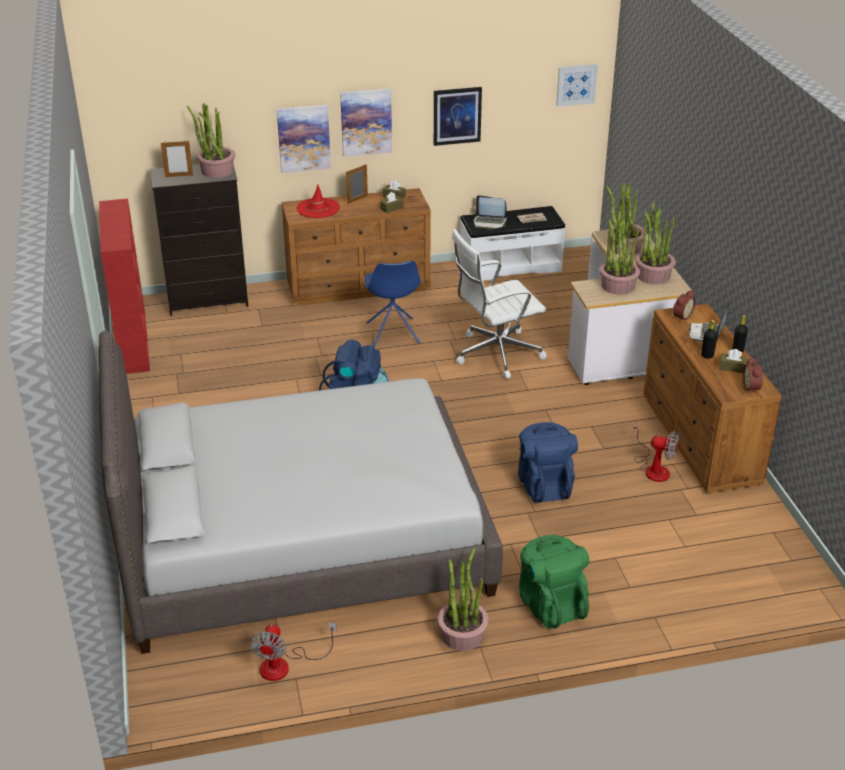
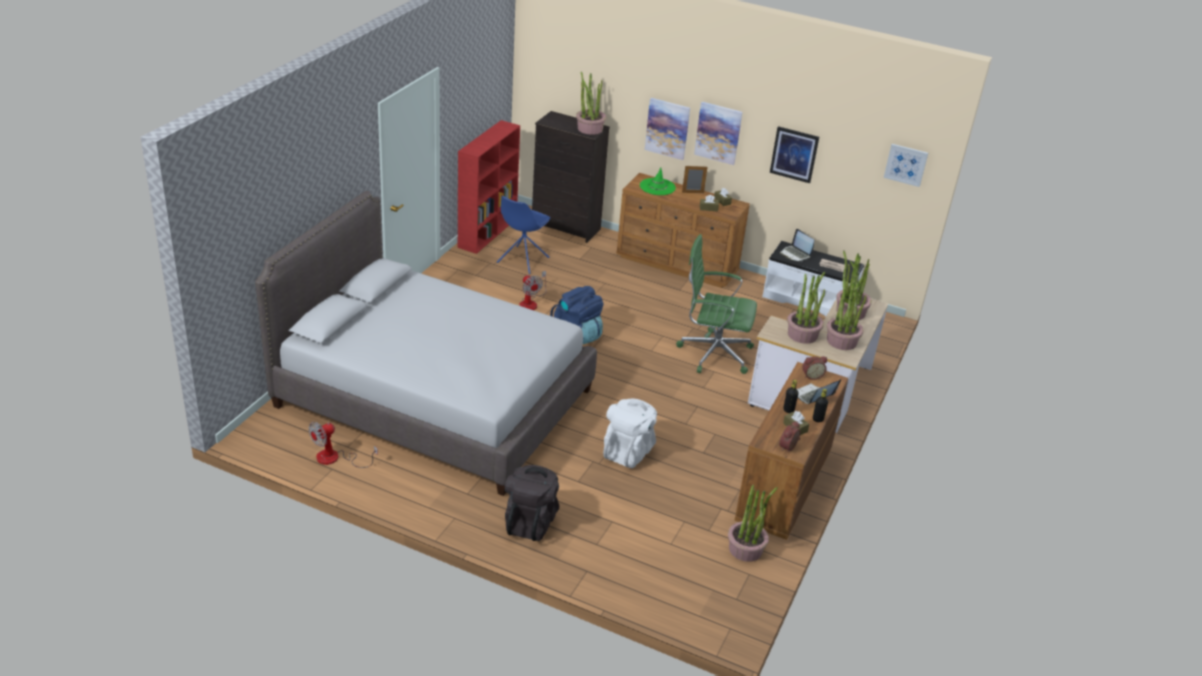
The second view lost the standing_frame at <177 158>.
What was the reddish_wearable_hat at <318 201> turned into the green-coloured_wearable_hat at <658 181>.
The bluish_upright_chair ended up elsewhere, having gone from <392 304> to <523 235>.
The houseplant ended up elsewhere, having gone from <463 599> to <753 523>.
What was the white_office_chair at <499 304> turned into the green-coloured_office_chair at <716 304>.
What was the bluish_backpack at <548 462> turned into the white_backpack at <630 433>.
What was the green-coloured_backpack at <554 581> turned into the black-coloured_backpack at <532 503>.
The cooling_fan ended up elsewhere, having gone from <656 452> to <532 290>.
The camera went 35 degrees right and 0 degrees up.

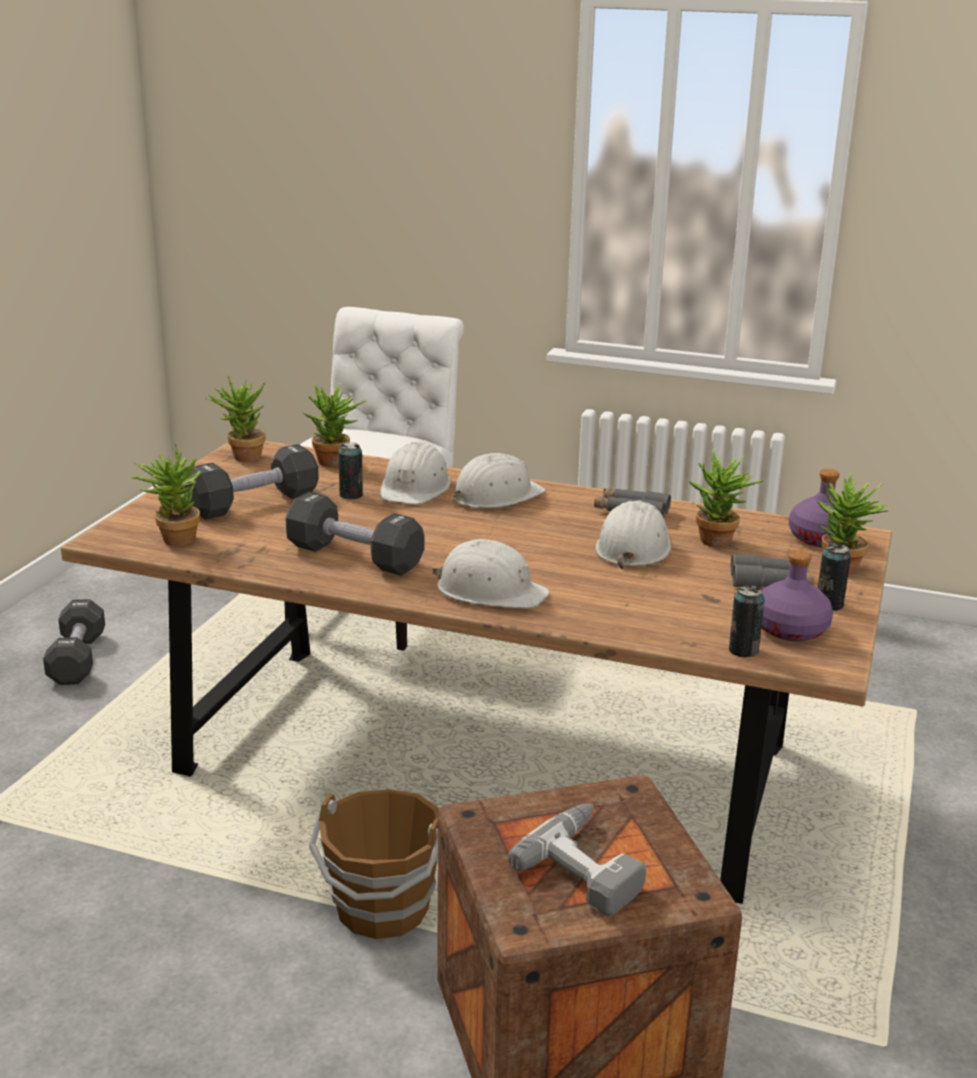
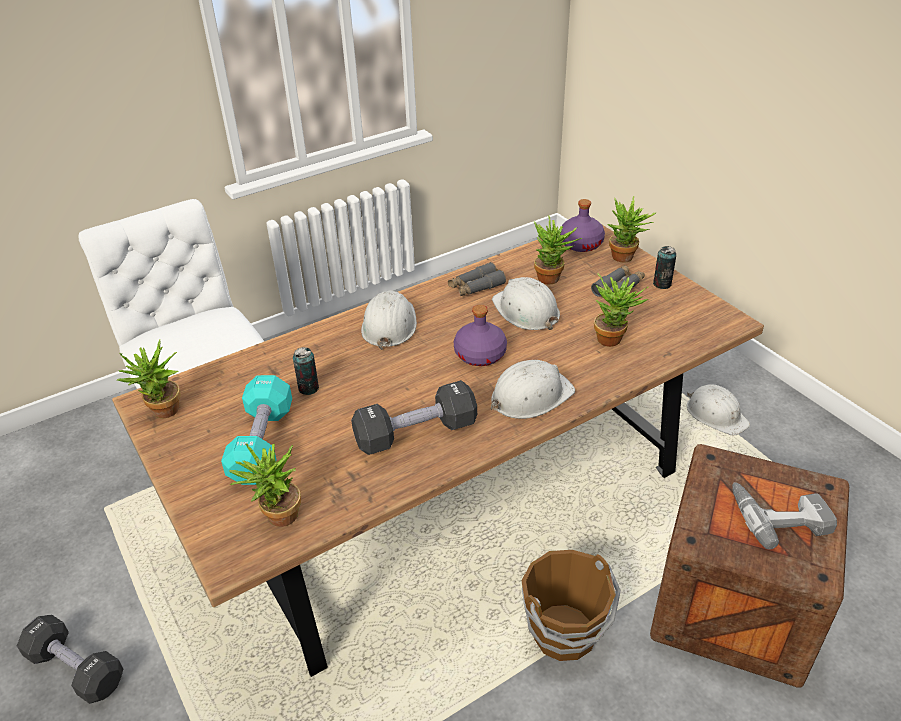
What was the black-coloured_hand_weight at <251 482> turned into the blue-green_hand_weight at <256 430>.
The houseplant ended up elsewhere, having gone from <335 425> to <621 310>.
The white_work_helmet ended up elsewhere, having gone from <415 473> to <718 409>.
The second view lost the metal_can at <747 621>.
The purplish_beverage_bottle ended up elsewhere, having gone from <797 595> to <480 335>.
The camera went 50 degrees left and 15 degrees up.

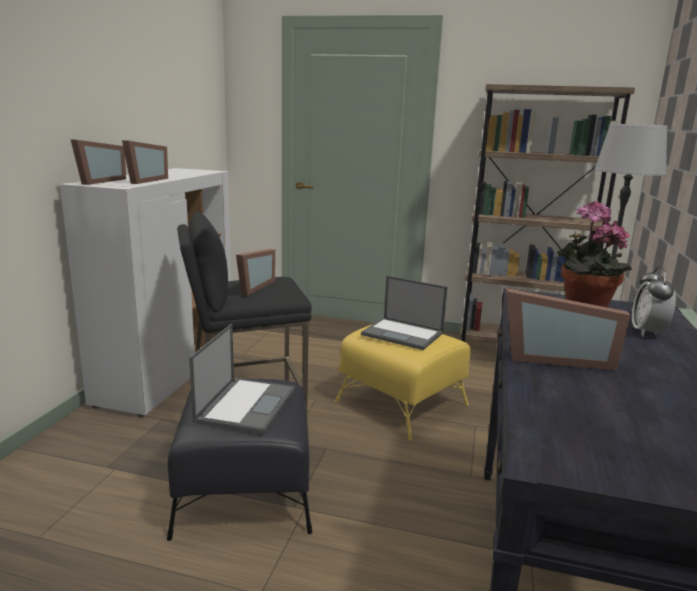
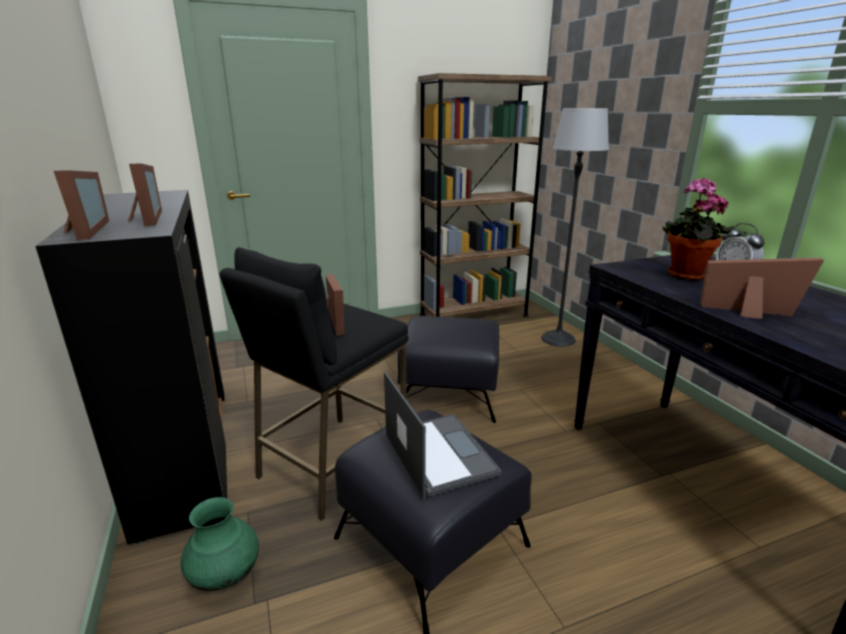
What was the white_storage_cabinet at <145 292> turned into the black-coloured_storage_cabinet at <131 367>.
What was the yellow-coloured_pouffe at <403 382> turned into the black-coloured_pouffe at <448 369>.
The second view lost the portable_computer at <404 313>.
The standing_frame at <568 329> ended up facing another way, 135 degrees counterclockwise from before.
The second view gained the green-coloured_flower_vase at <220 544>.
The camera went 35 degrees left and 5 degrees up.

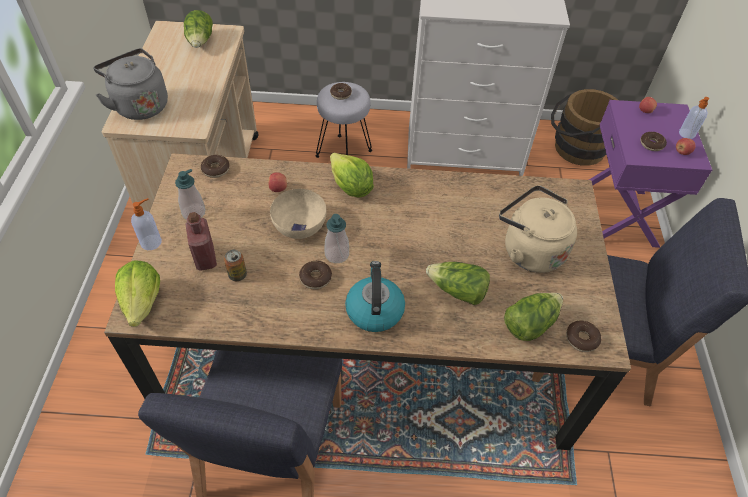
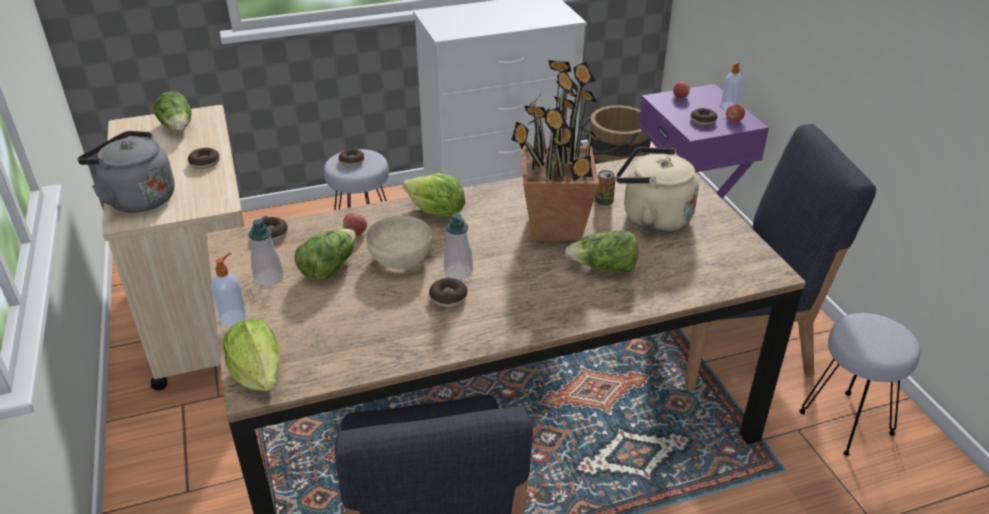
The second view lost the reddish_beverage_bottle at <201 241>.
The metal_can ended up elsewhere, having gone from <235 265> to <605 188>.
The second view lost the kettle at <375 296>.
The head_of_lettuce ended up elsewhere, having gone from <533 317> to <325 255>.
The ring_doughnut ended up elsewhere, having gone from <583 336> to <204 158>.
The second view gained the houseplant at <556 150>.
The second view gained the grey_stool at <859 384>.
The camera went 20 degrees left and 15 degrees down.

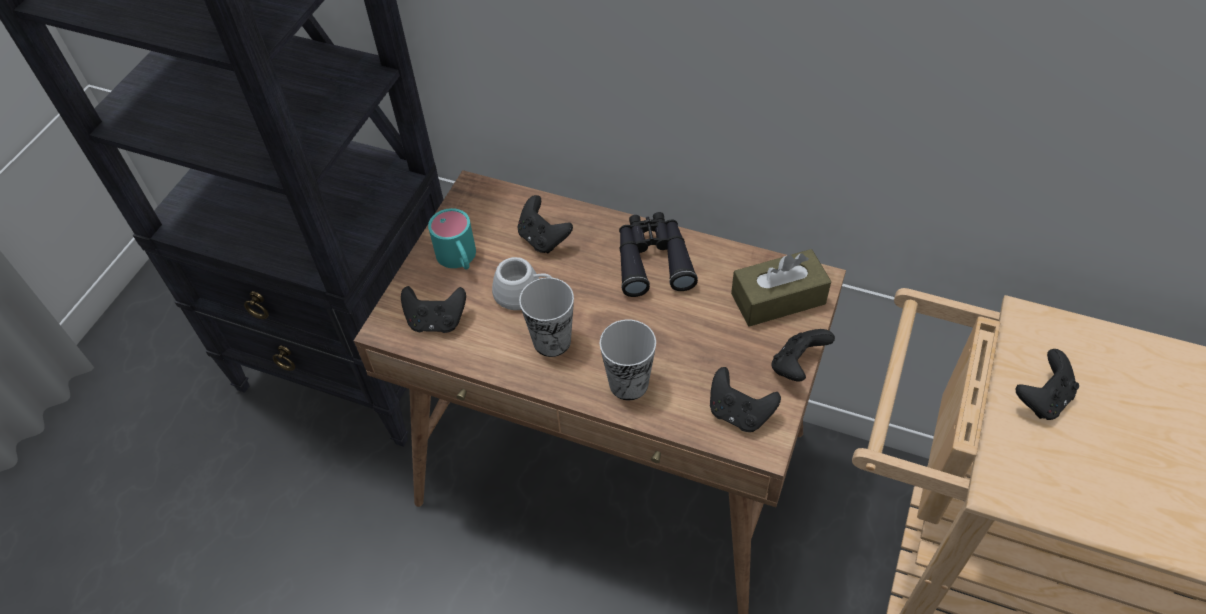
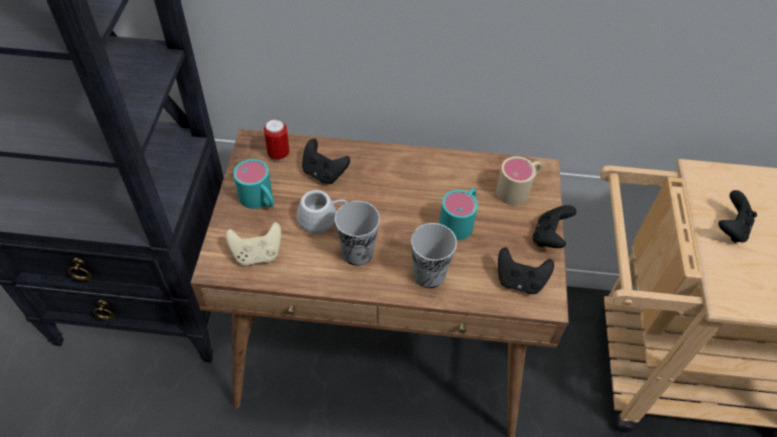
What was the black-coloured_gamepad at <433 309> turned into the sand-coloured_gamepad at <253 244>.
The second view lost the black-coloured_pair_of_binoculars at <658 254>.
Where the brown_box_of_tissues stood at <781 288>, the sand-coloured_coffee_mug came to stand at <519 181>.
The second view gained the metal_can at <276 140>.
The second view gained the blue-green_coffee_mug at <458 214>.
The camera went 20 degrees left and 0 degrees up.

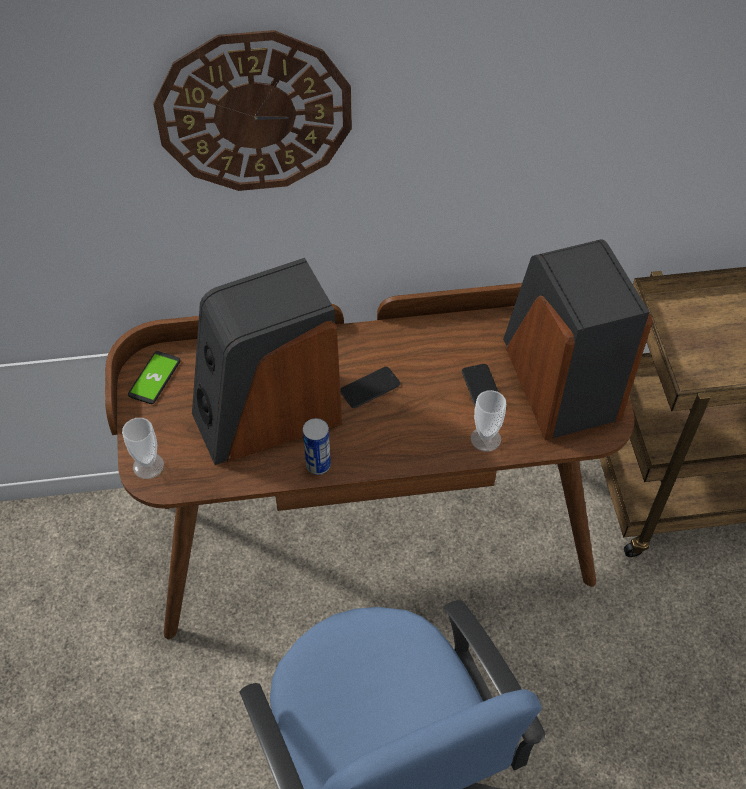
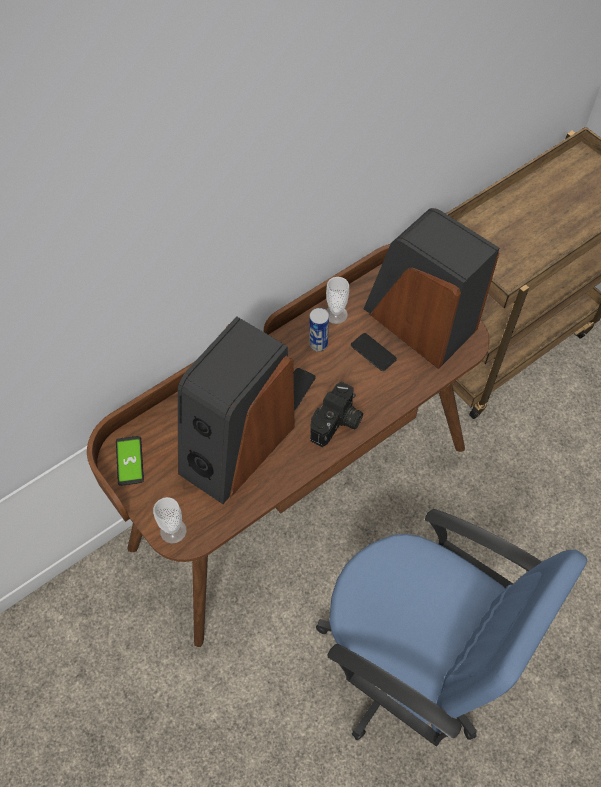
The second view lost the hanging_clock at <252 110>.
The metal_can ended up elsewhere, having gone from <317 446> to <319 330>.
The drinking_cup ended up elsewhere, having gone from <488 421> to <337 300>.
The second view gained the photo_camera at <336 414>.
The camera went 30 degrees left and 5 degrees up.

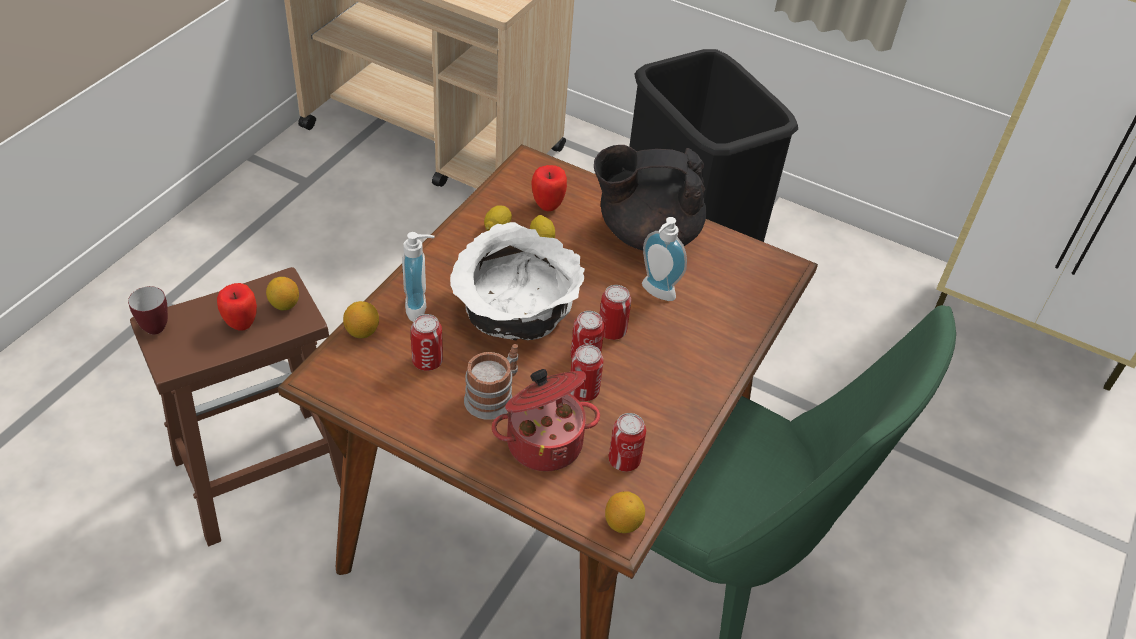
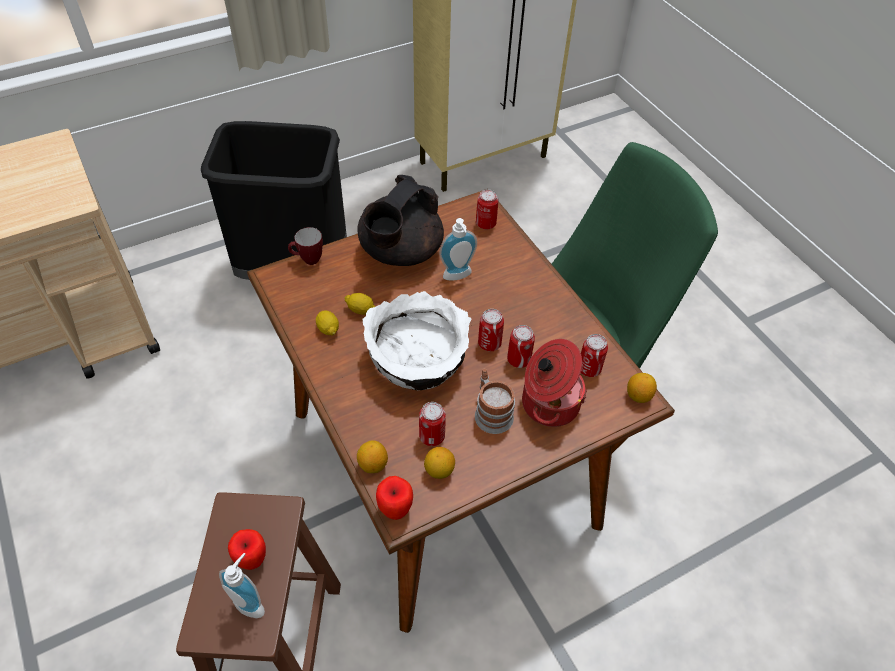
The coffee_mug ended up elsewhere, having gone from <148 310> to <305 246>.
The whole_lemon ended up elsewhere, having gone from <282 293> to <439 463>.
The liquid_soap_bottle ended up elsewhere, having gone from <418 277> to <242 585>.
The whole_apple ended up elsewhere, having gone from <549 188> to <394 498>.
The metal_can ended up elsewhere, having gone from <615 312> to <487 209>.
The camera went 55 degrees left and 5 degrees up.

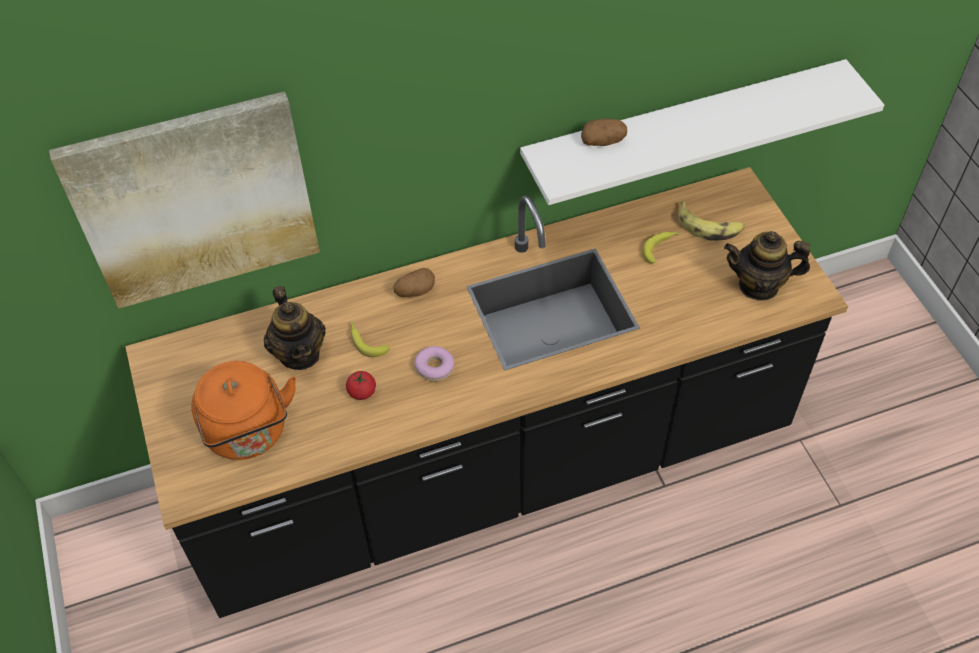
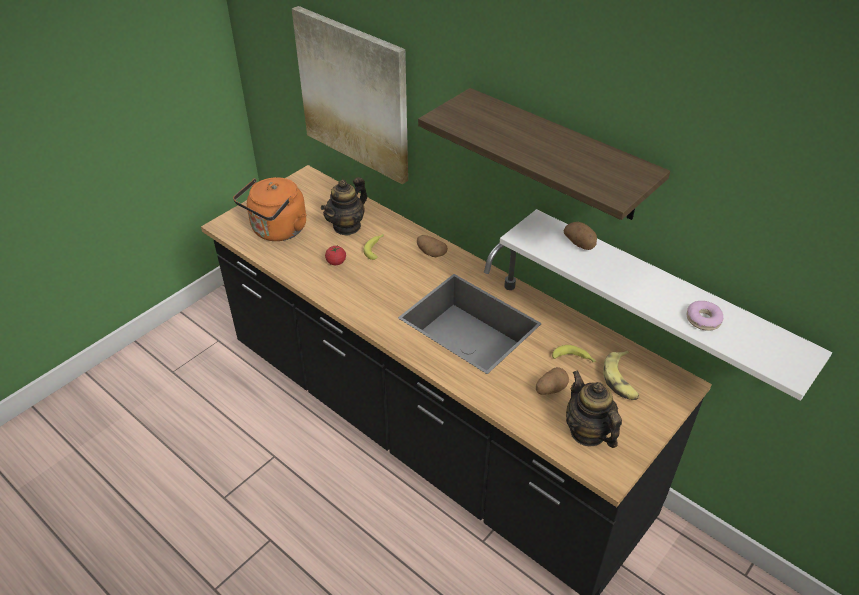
The ring_doughnut ended up elsewhere, having gone from <434 363> to <704 316>.
The second view gained the shelf at <544 154>.
The second view gained the whole_potato at <552 381>.
The camera went 60 degrees right and 10 degrees down.

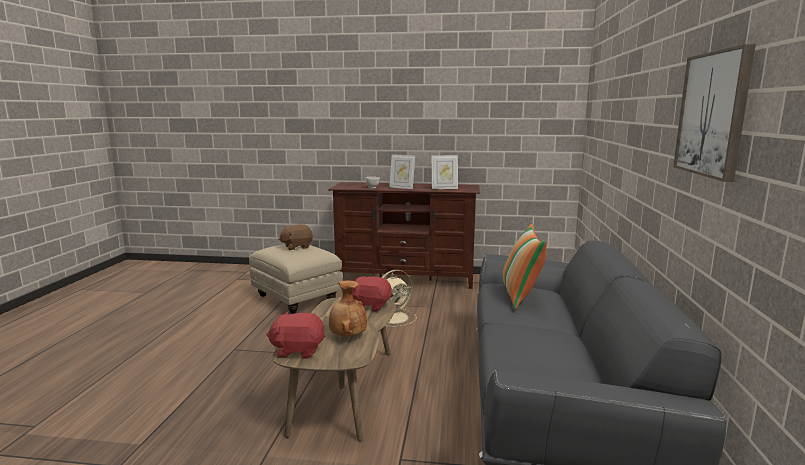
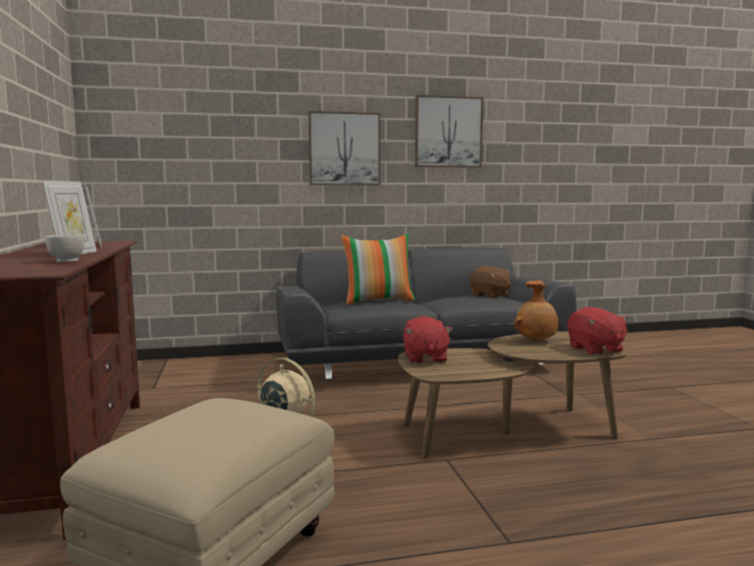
The brown_cuddly_toy ended up elsewhere, having gone from <295 237> to <490 282>.
The second view gained the wall_picture at <344 148>.
The camera went 110 degrees left and 5 degrees down.

